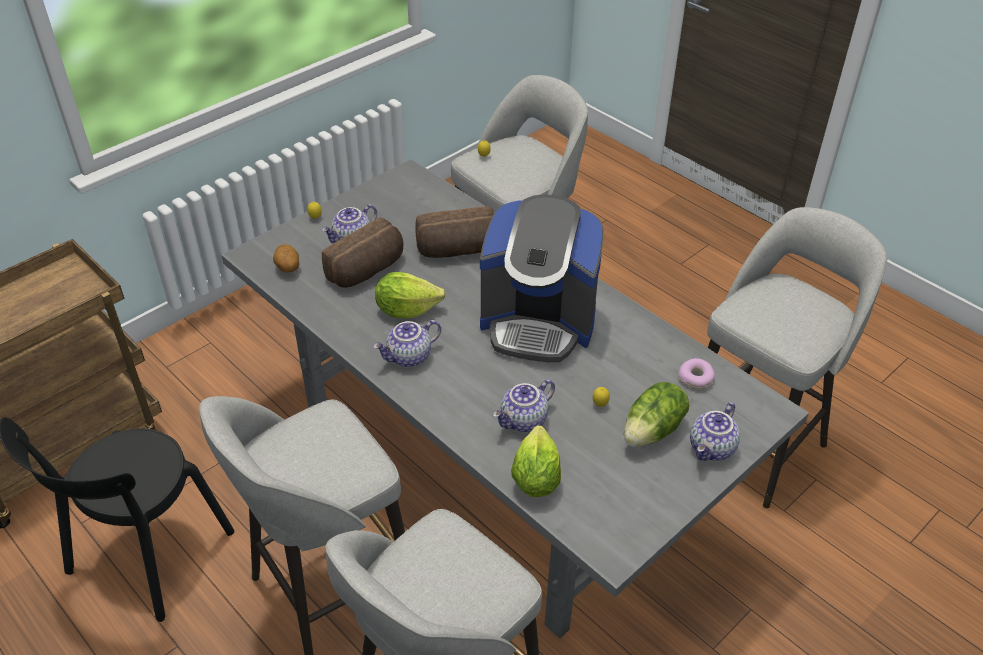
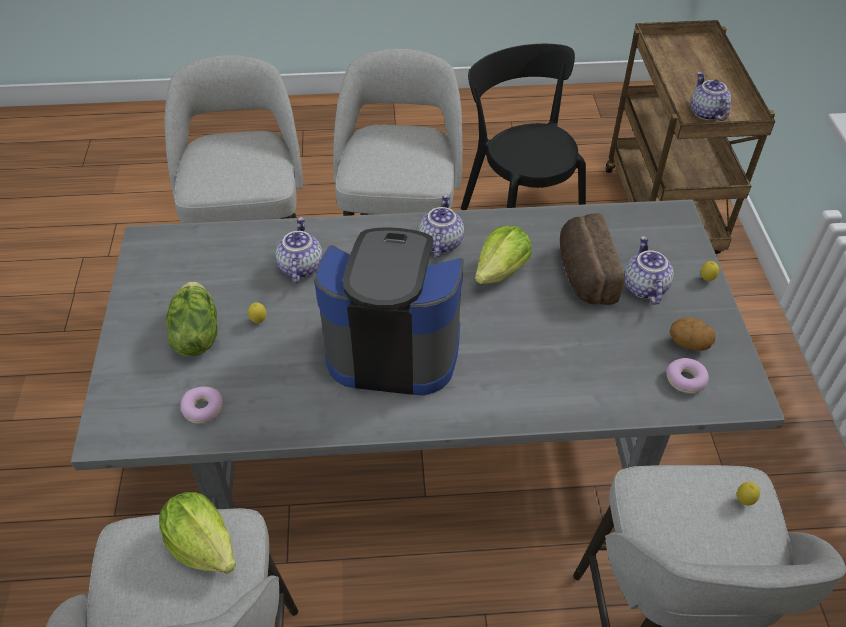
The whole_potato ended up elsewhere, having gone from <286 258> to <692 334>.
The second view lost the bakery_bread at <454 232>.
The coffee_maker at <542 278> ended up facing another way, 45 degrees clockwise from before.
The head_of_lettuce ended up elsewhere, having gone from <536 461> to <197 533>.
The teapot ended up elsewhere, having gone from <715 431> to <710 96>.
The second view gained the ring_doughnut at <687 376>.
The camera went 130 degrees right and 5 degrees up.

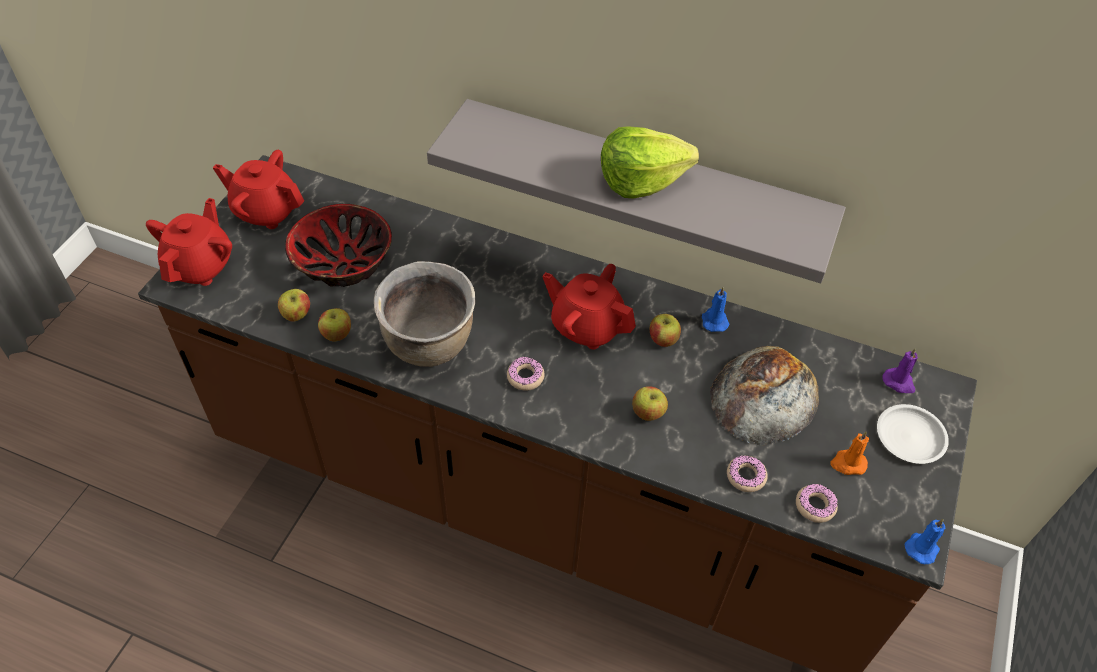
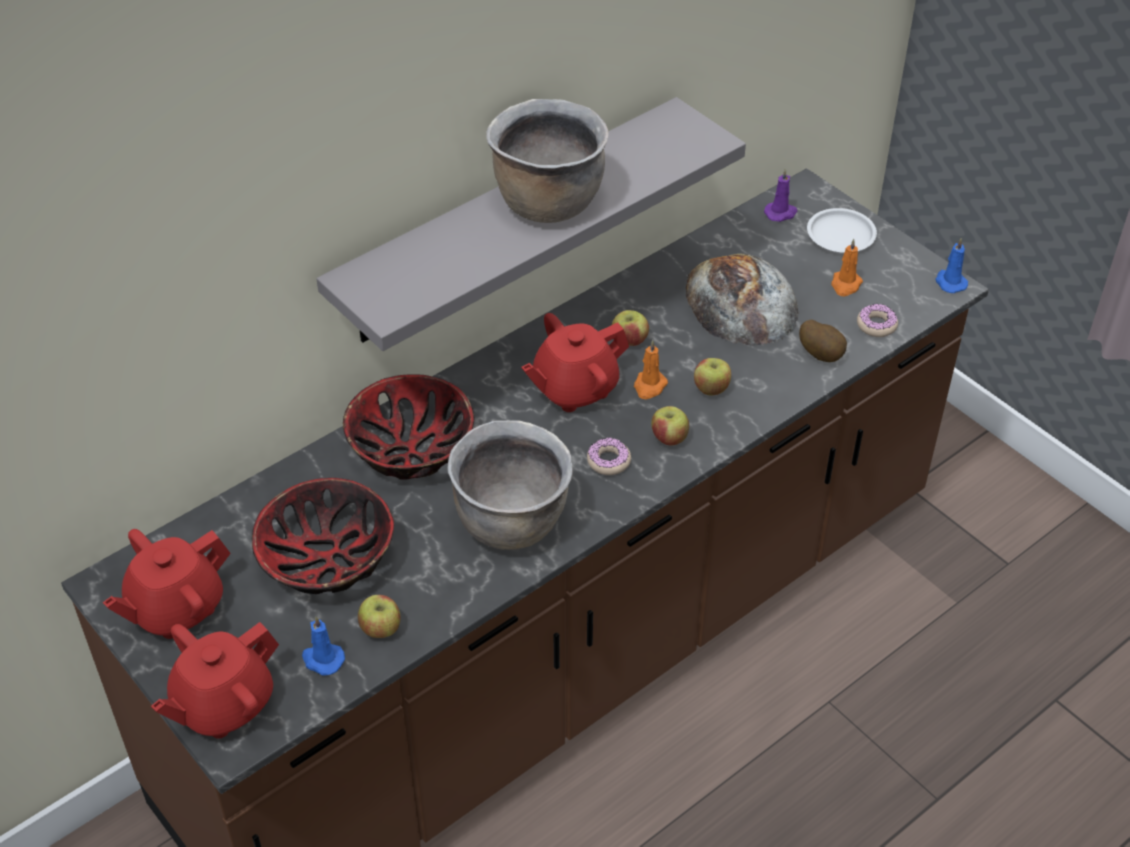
The reddish_teapot at <189 242> ended up facing another way, 90 degrees counterclockwise from before.
The whole_apple ended up elsewhere, having gone from <334 324> to <670 426>.
Where the head_of_lettuce stood at <650 162>, the brown_stockpot came to stand at <547 161>.
The bluish_candle ended up elsewhere, having gone from <715 309> to <323 646>.
Where the ring_doughnut stood at <747 473>, the whole_potato came to stand at <823 341>.
The second view gained the deep_dish at <409 427>.
The second view gained the orangey_candle at <651 369>.
The camera went 60 degrees left and 5 degrees down.

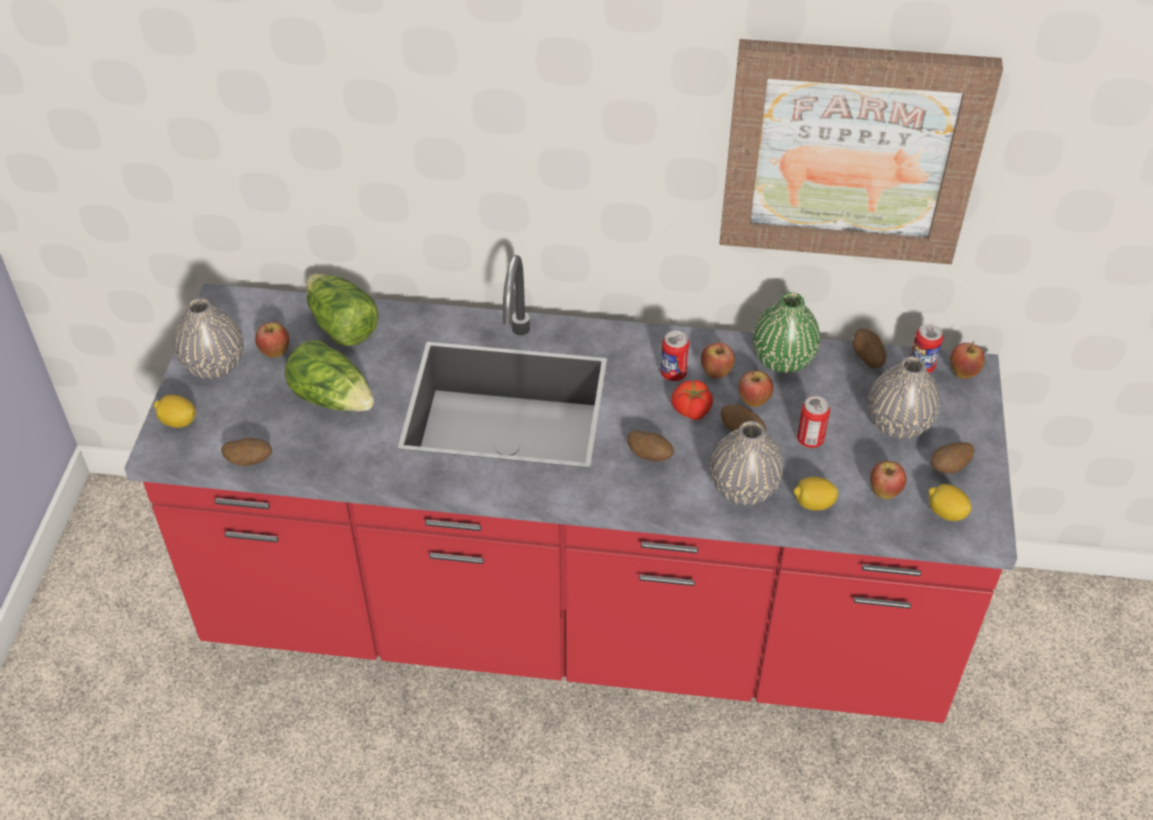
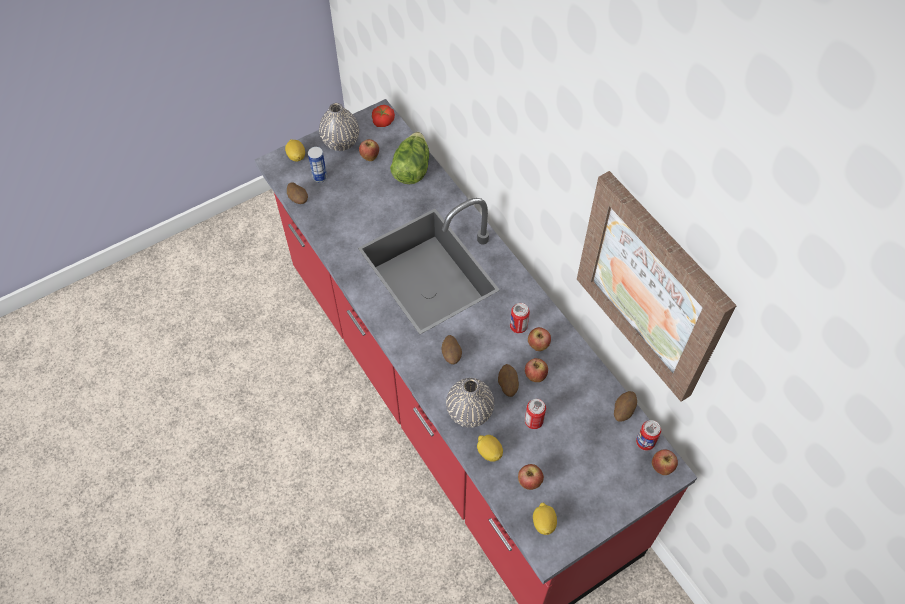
The second view lost the head_of_lettuce at <329 375>.
The tomato ended up elsewhere, having gone from <692 400> to <383 116>.
The second view lost the green-coloured_flower_vase at <786 332>.
The second view lost the grey_flower_vase at <904 397>.
The second view lost the whole_potato at <953 457>.
The second view gained the metal_can at <317 165>.
The camera went 50 degrees right and 10 degrees up.

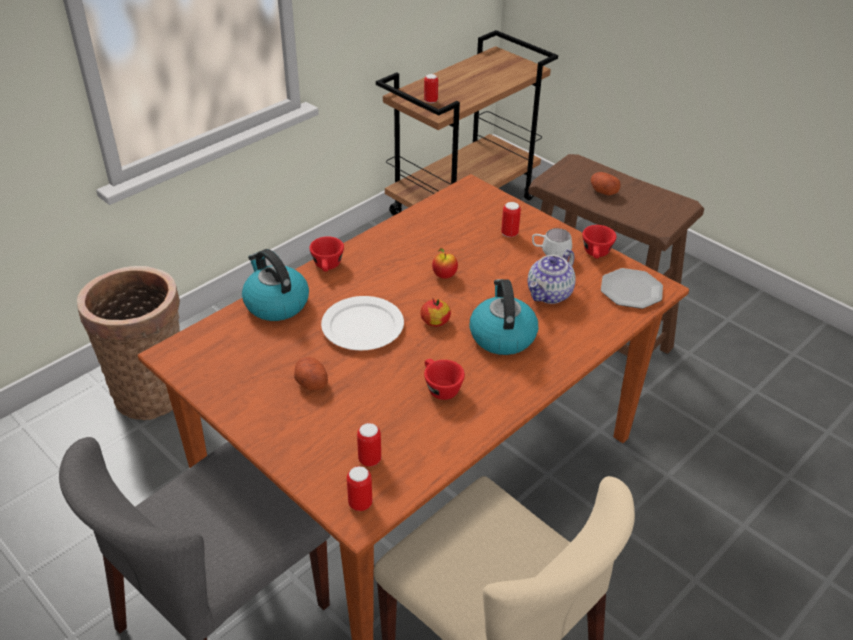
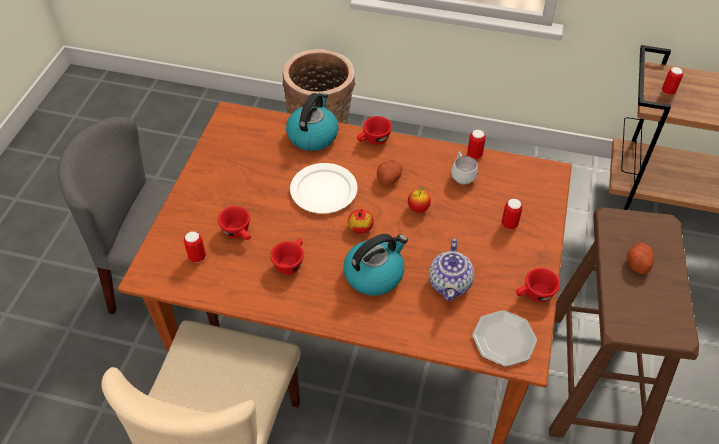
The whole_potato ended up elsewhere, having gone from <311 374> to <389 173>.
The metal_can ended up elsewhere, having gone from <359 488> to <476 144>.
The teapot at <552 276> ended up facing another way, 90 degrees counterclockwise from before.
The white_coffee_mug ended up elsewhere, having gone from <552 242> to <464 167>.
The second view gained the reddish_drinking_cup at <234 223>.
The camera went 60 degrees right and 10 degrees up.

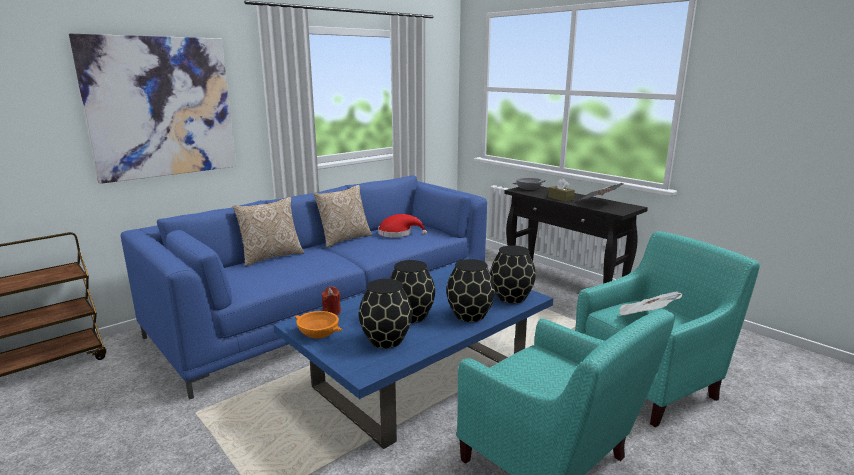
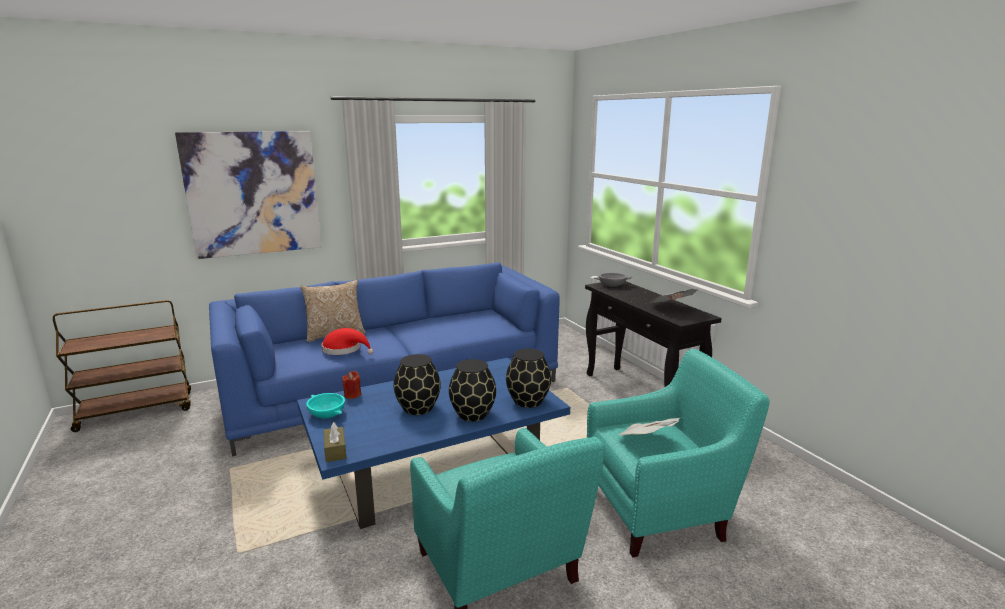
What was the orangey_deep_dish at <318 324> turned into the blue-green_deep_dish at <325 406>.
The second view lost the pillow at <343 216>.
The second view lost the black-coloured_flower_vase at <385 313>.
The reddish_wearable_hat ended up elsewhere, having gone from <402 225> to <347 341>.
The brown_box_of_tissues ended up elsewhere, having gone from <561 190> to <335 442>.
The camera went 15 degrees right and 0 degrees up.

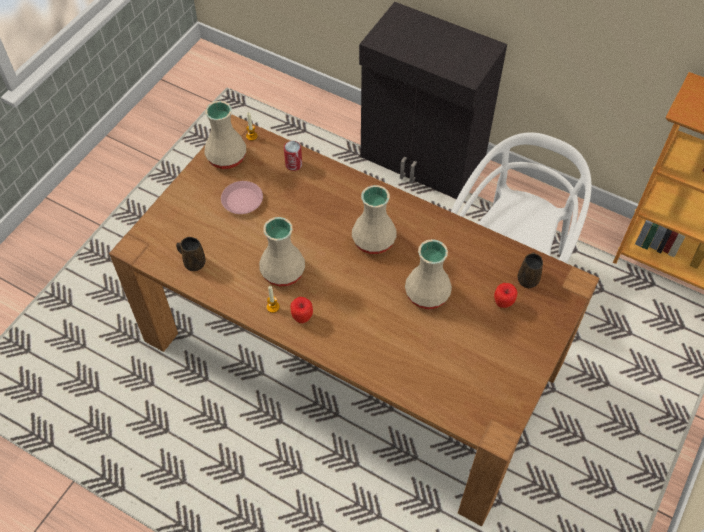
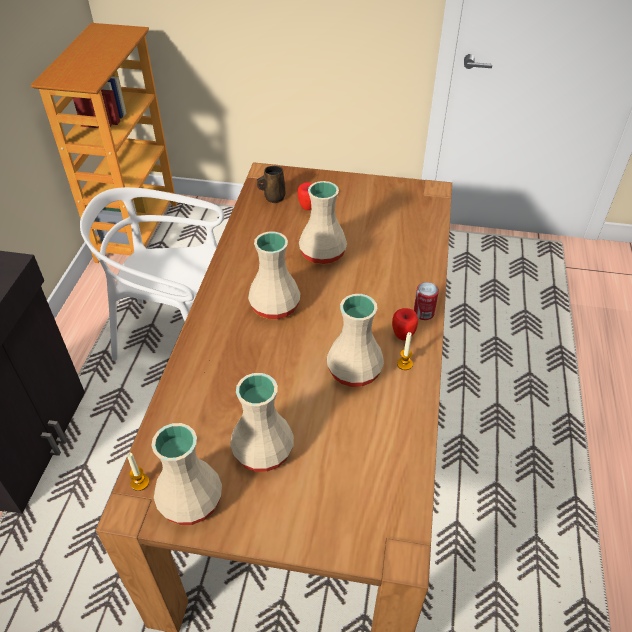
The second view lost the brown_coffee_mug at <191 254>.
Where the pink_dinner_plate stood at <242 197>, the sand-coloured_flower_vase came to stand at <262 422>.
The metal_can ended up elsewhere, having gone from <293 156> to <426 301>.
The camera went 110 degrees left and 10 degrees down.

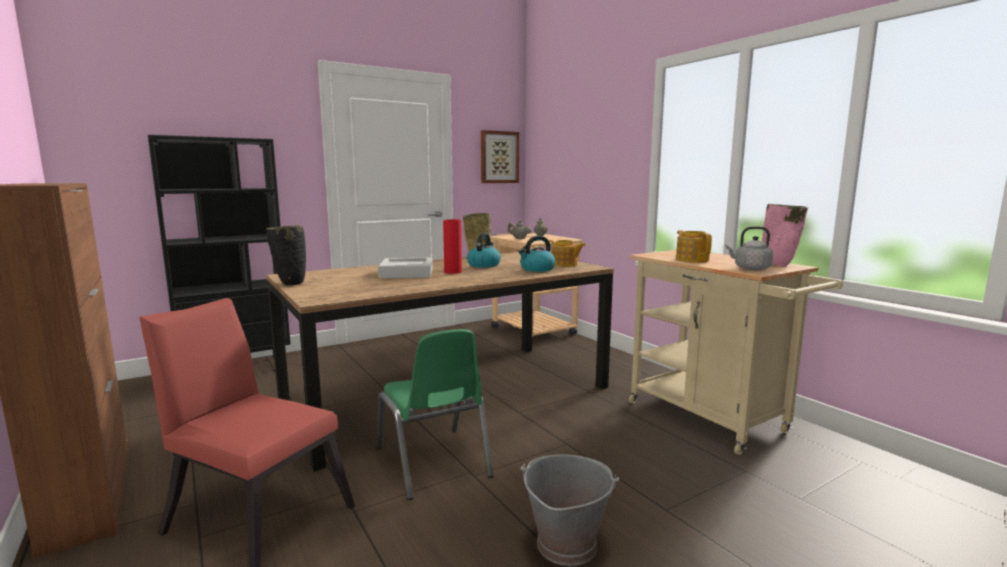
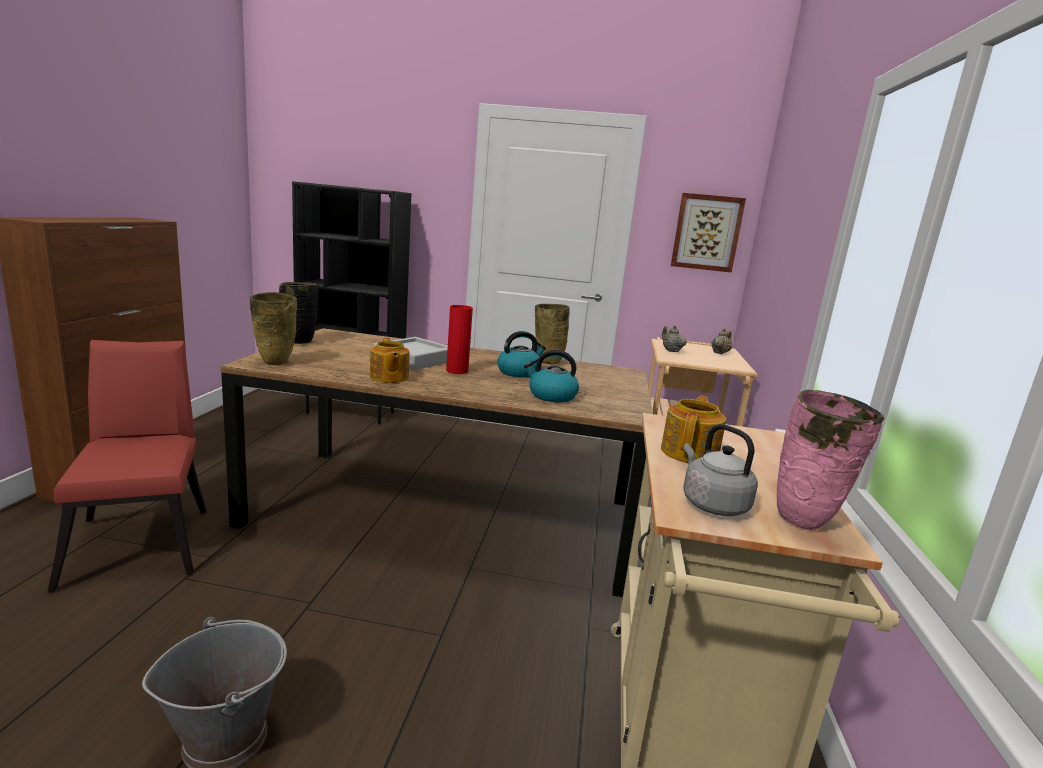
The second view lost the green-coloured_upright_chair at <435 414>.
The teapot ended up elsewhere, having gone from <567 253> to <389 360>.
The second view gained the sand-coloured_flower_vase at <273 328>.
The camera went 40 degrees right and 5 degrees up.

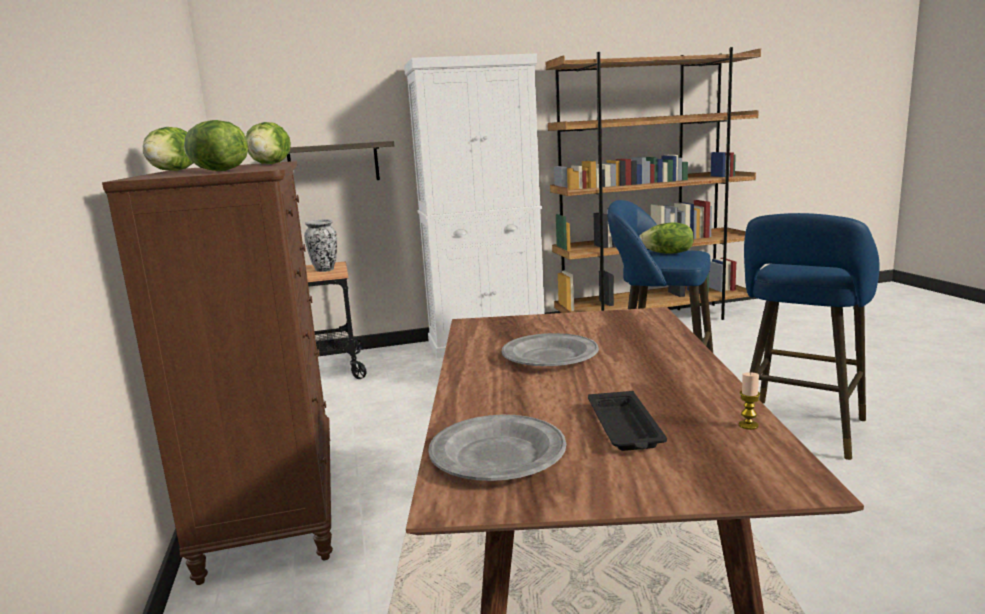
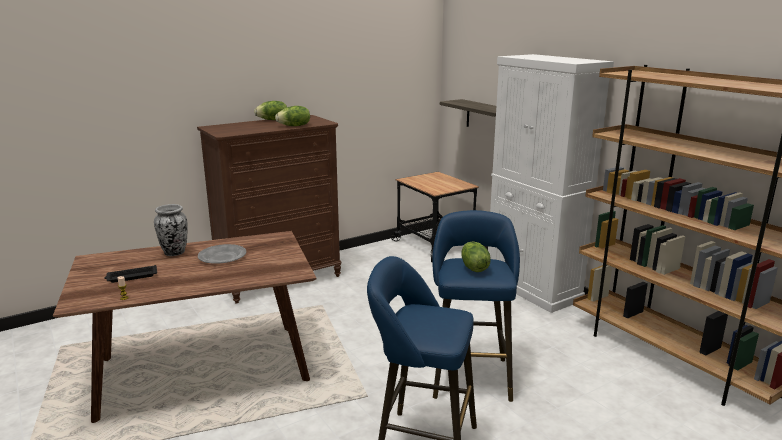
The second view lost the head_of_lettuce at <216 145>.
The flower_vase ended up elsewhere, having gone from <320 245> to <171 230>.
The second view lost the grey_dinner_plate at <497 448>.
The camera went 70 degrees right and 5 degrees up.

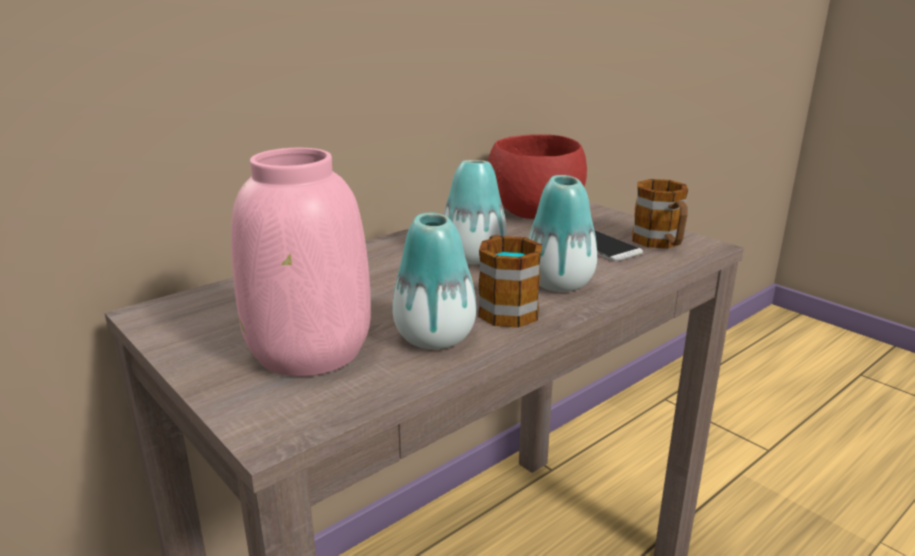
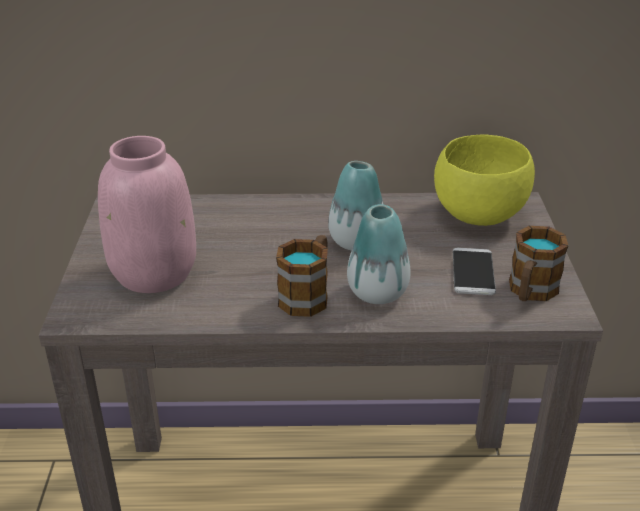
The second view lost the flower_vase at <434 281>.
What was the reddish_deep_dish at <537 176> turned into the yellow-coloured_deep_dish at <484 180>.
The camera went 40 degrees right and 10 degrees up.

